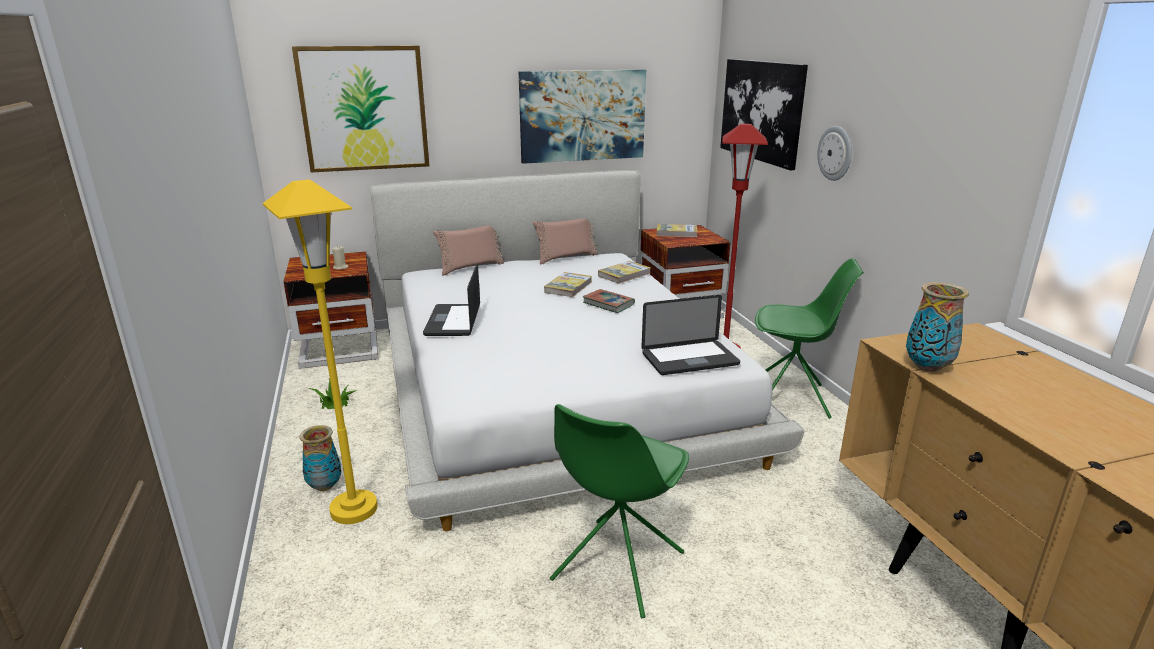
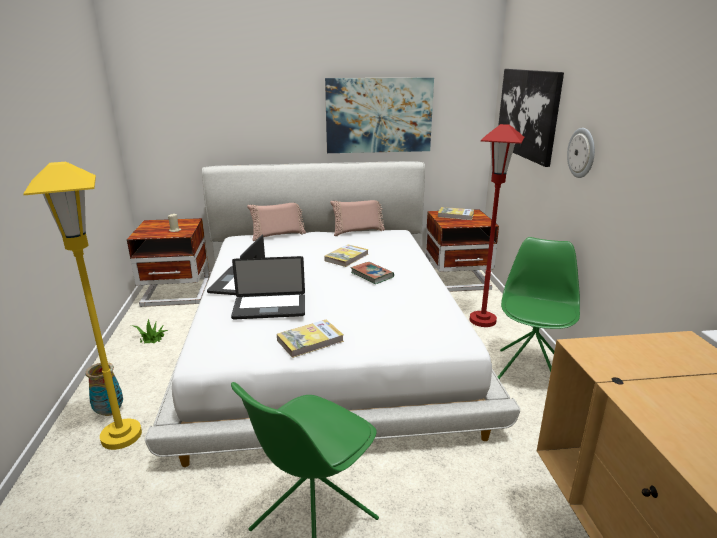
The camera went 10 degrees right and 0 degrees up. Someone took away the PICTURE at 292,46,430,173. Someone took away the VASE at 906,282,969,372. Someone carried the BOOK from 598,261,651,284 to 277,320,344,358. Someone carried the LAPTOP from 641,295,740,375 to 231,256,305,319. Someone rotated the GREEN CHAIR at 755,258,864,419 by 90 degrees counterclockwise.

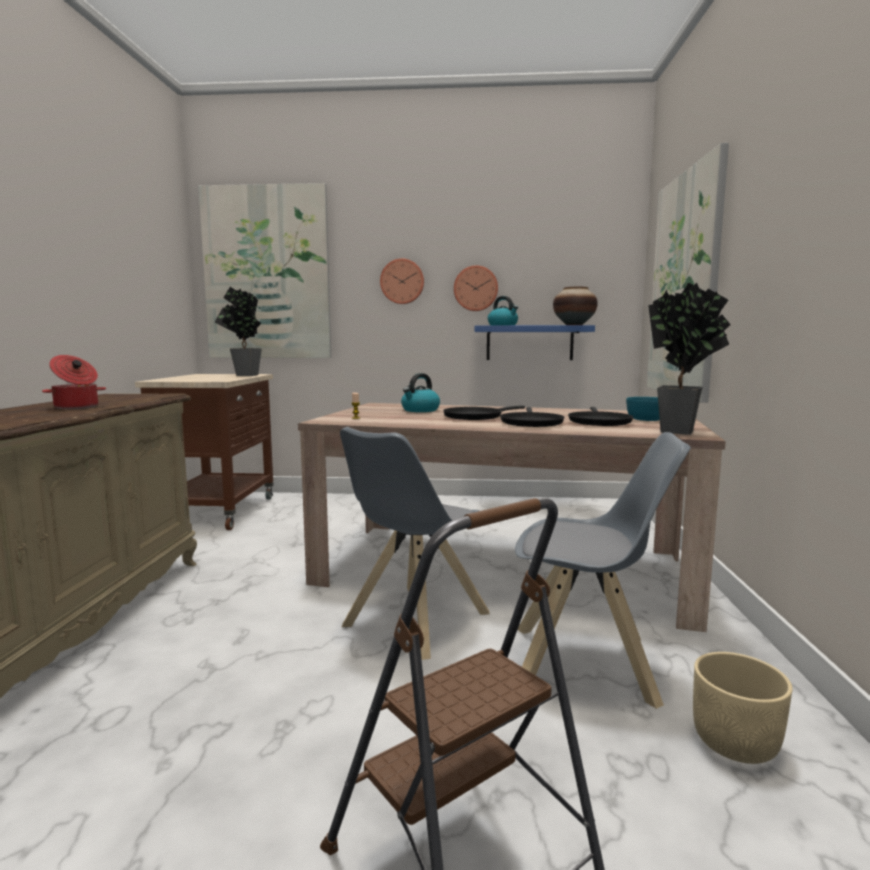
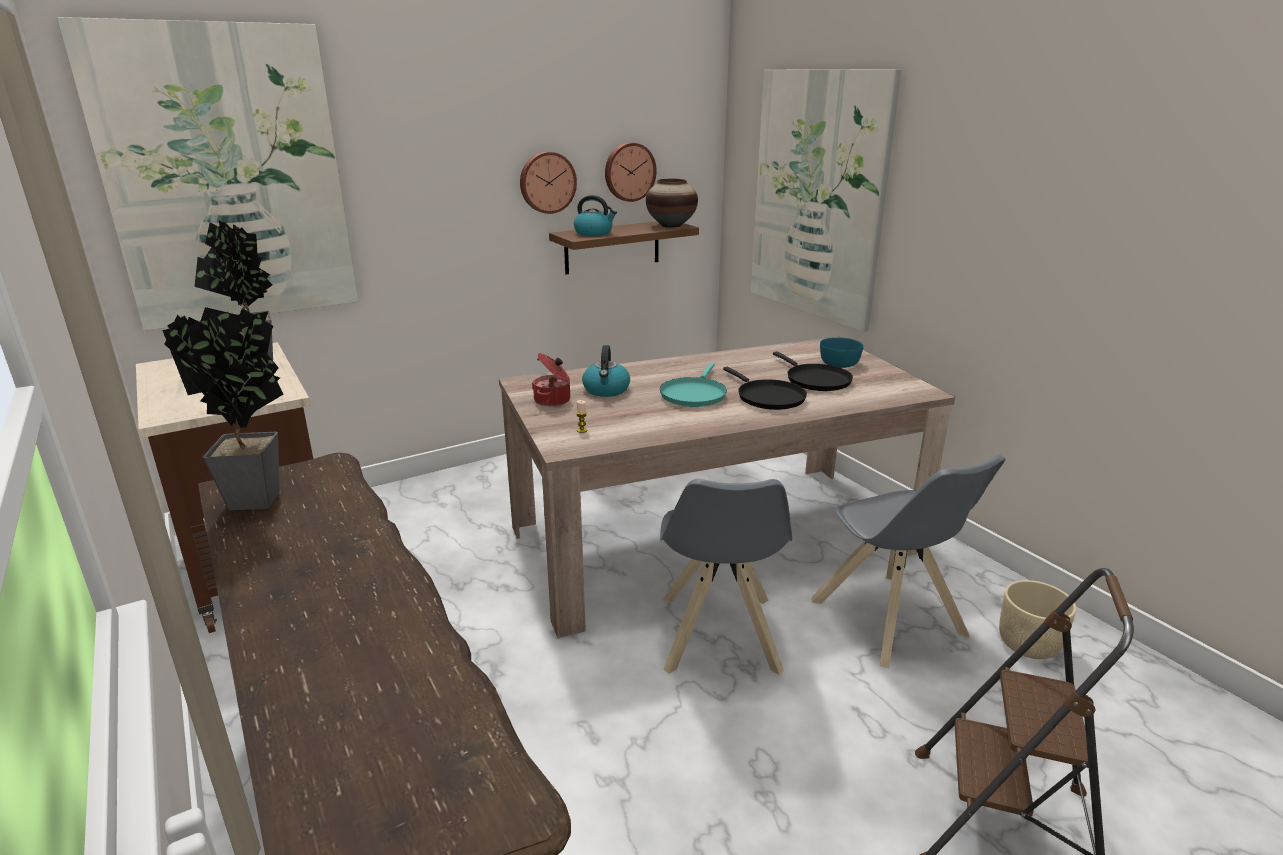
The camera went 35 degrees left and 15 degrees up. Someone carried the COOKING POT from 42,355,106,409 to 532,353,570,406. Someone carried the WALL CLOCK from 380,259,424,304 to 605,143,657,202. Someone carried the POTTED PLANT from 648,282,731,435 to 162,307,284,511. Someone repainted the BLACK FRYING PAN at 443,405,525,420, which became the TURQUOISE FRYING PAN at 660,363,727,407. Someone repainted the BLUE SHELF at 475,325,595,360, which became the BROWN SHELF at 549,221,699,274. Someone rotated the GREY CHAIR at 515,432,691,709 by 90 degrees clockwise.

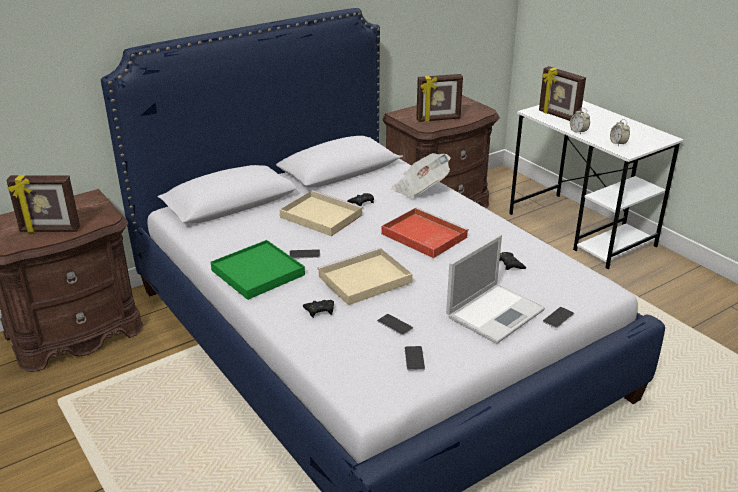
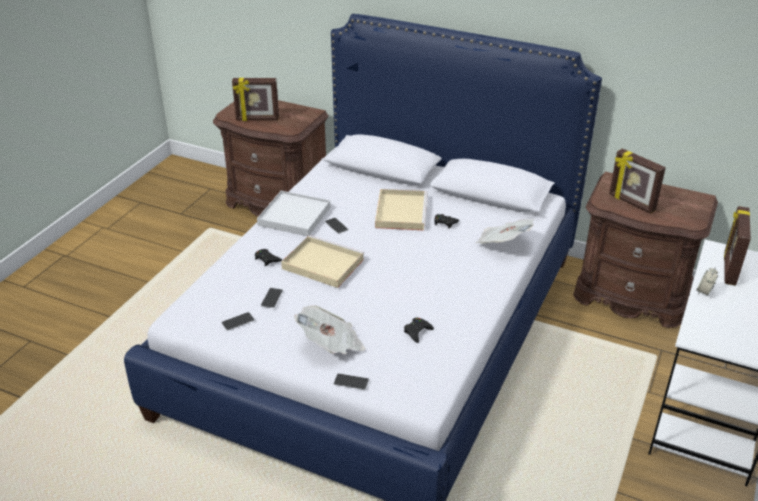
The camera went 60 degrees right and 5 degrees up. Someone took away the RED TRAY at 381,207,469,258. Someone took away the ALARM CLOCK at 610,119,630,147. Someone swapped the LAPTOP at 446,234,545,344 for the NEWSPAPER at 294,306,366,354. Someone repainted the GREEN TRAY at 211,240,305,300, which became the WHITE TRAY at 257,191,331,236. Someone rotated the PICTURE FRAME at 6,175,80,233 by 60 degrees counterclockwise.

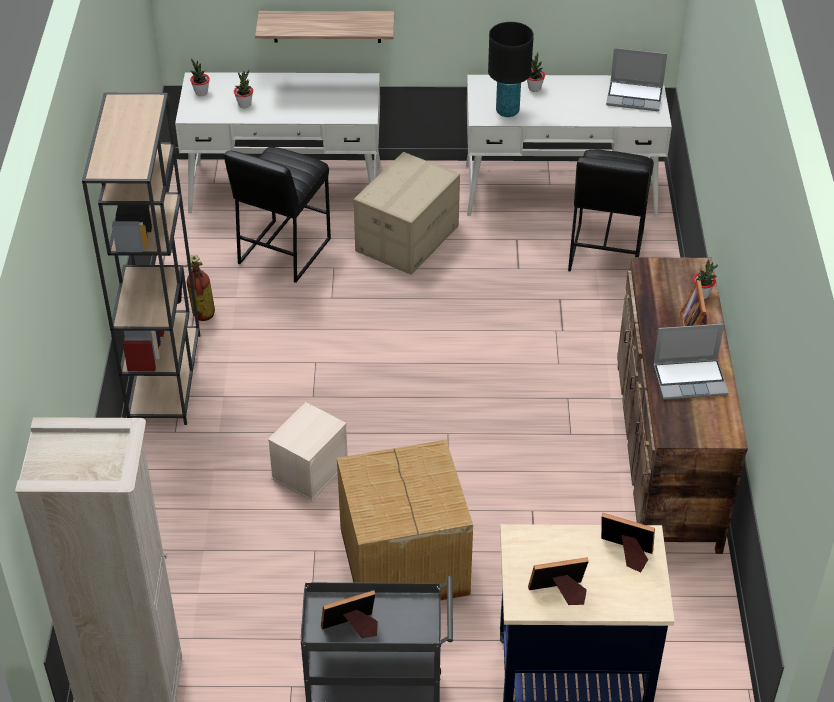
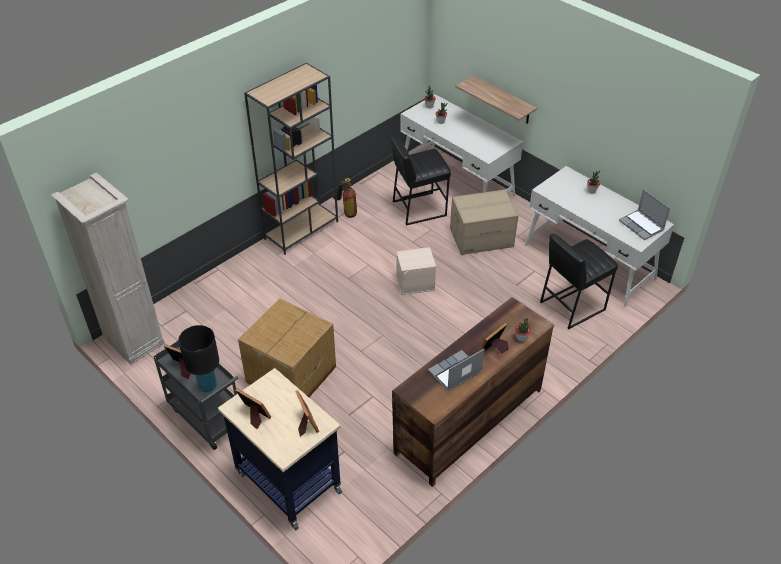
The camera went 45 degrees right and 0 degrees up. Someone carried the BEIGE STORAGE BOX from 268,402,348,501 to 396,247,436,295. Someone carried the BLACK TABLE LAMP from 488,22,534,117 to 178,325,219,392. Someone rotated the LAPTOP at 653,324,729,400 by 105 degrees clockwise.

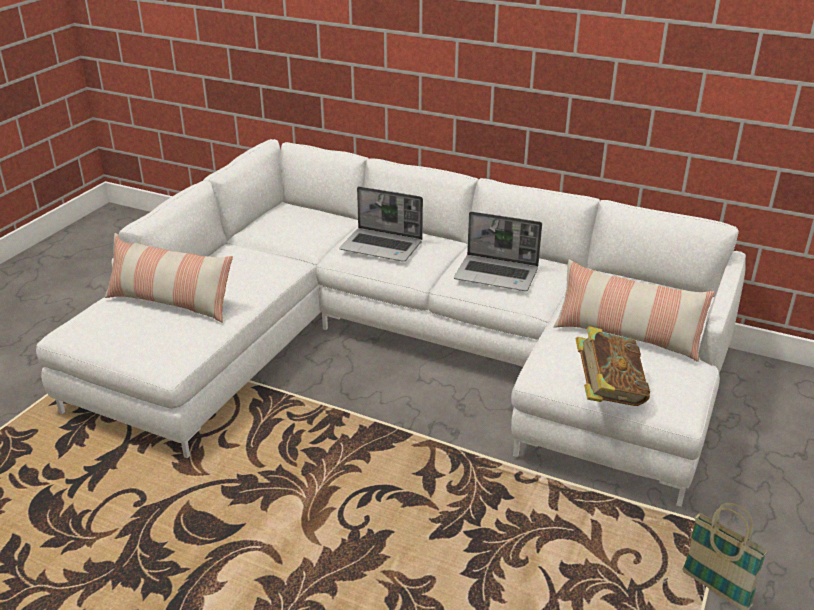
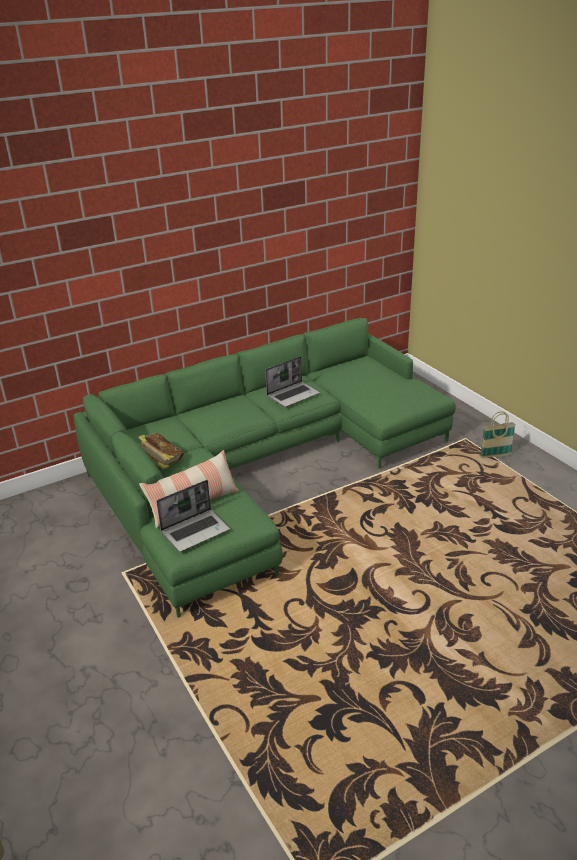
The camera went 55 degrees left and 0 degrees up. Someone took away the PILLOW at 553,260,715,362. Someone carried the LAPTOP from 339,186,423,262 to 156,480,230,552. Someone carried the BOOK from 576,326,650,406 to 138,432,184,469. Someone repainted the WHITE SOFA at 36,139,746,507, which became the GREEN SOFA at 73,318,456,618.

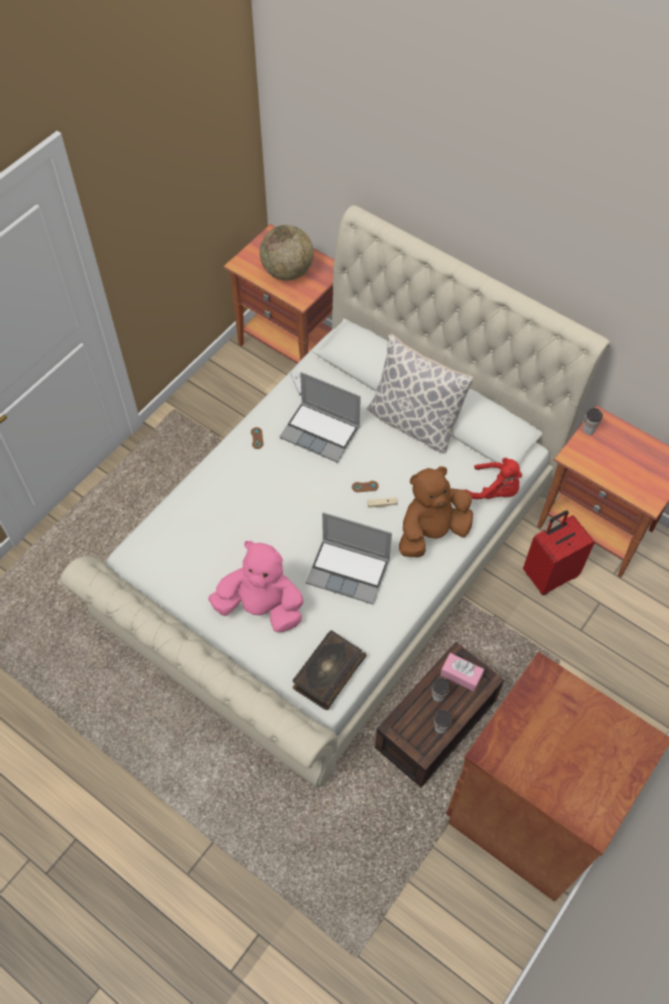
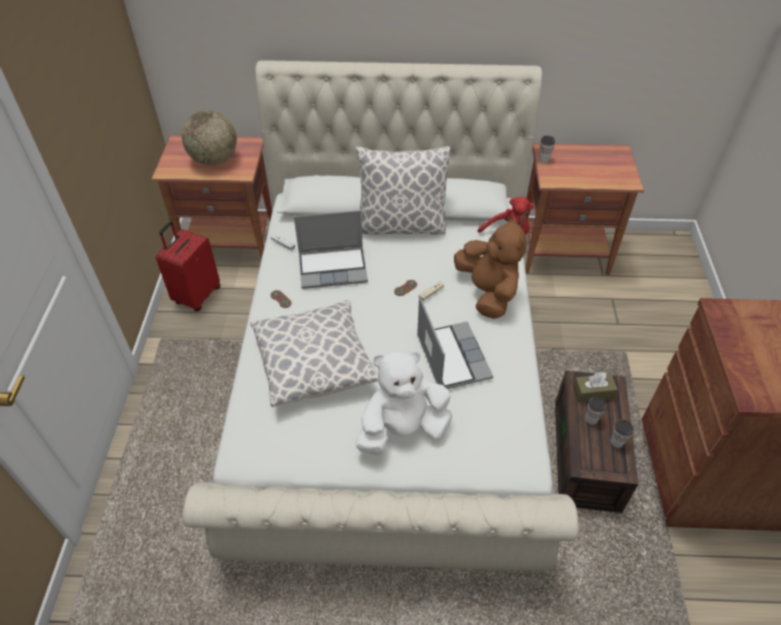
The camera went 35 degrees left and 10 degrees down. Someone took away the BOOK at 292,630,366,710. Someone put down the PILLOW at 250,299,378,407. Someone carried the RED SUITCASE from 523,510,595,595 to 156,221,220,311. Someone repainted the PINK PLUSH TOY at 208,541,304,632, which became the WHITE PLUSH TOY at 355,350,452,455. Someone repainted the PINK TISSUE BOX at 440,653,484,692, which became the BROWN TISSUE BOX at 573,372,618,402. Someone rotated the LAPTOP at 306,512,392,604 by 90 degrees counterclockwise. Someone rotated the BROWN PLUSH TOY at 399,466,473,557 by 135 degrees clockwise.

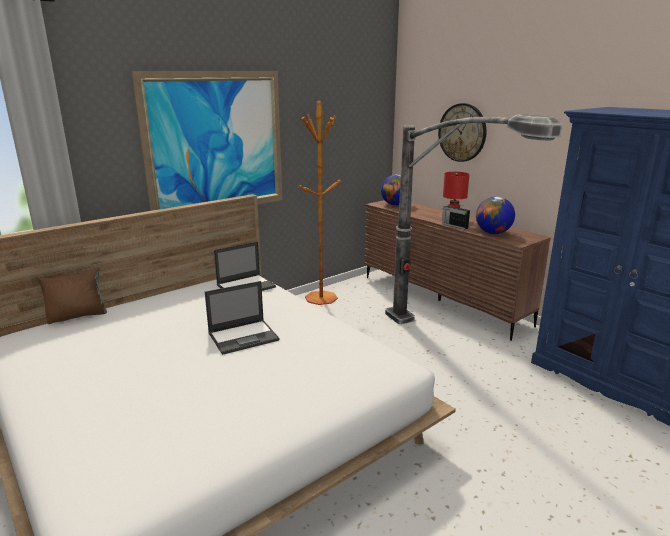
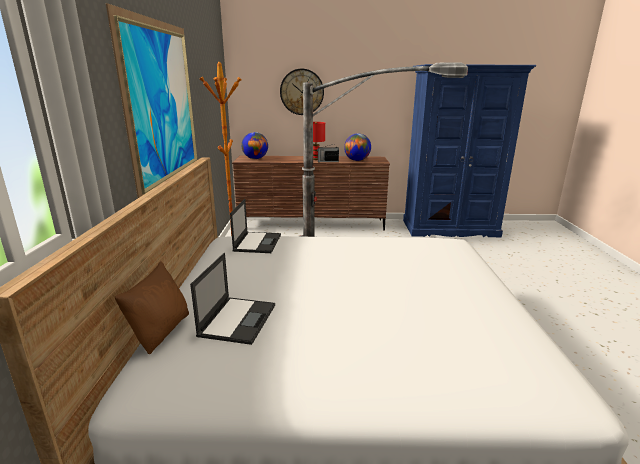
The camera went 50 degrees left and 0 degrees up. Someone carried the LAPTOP from 205,281,279,355 to 190,253,275,345.

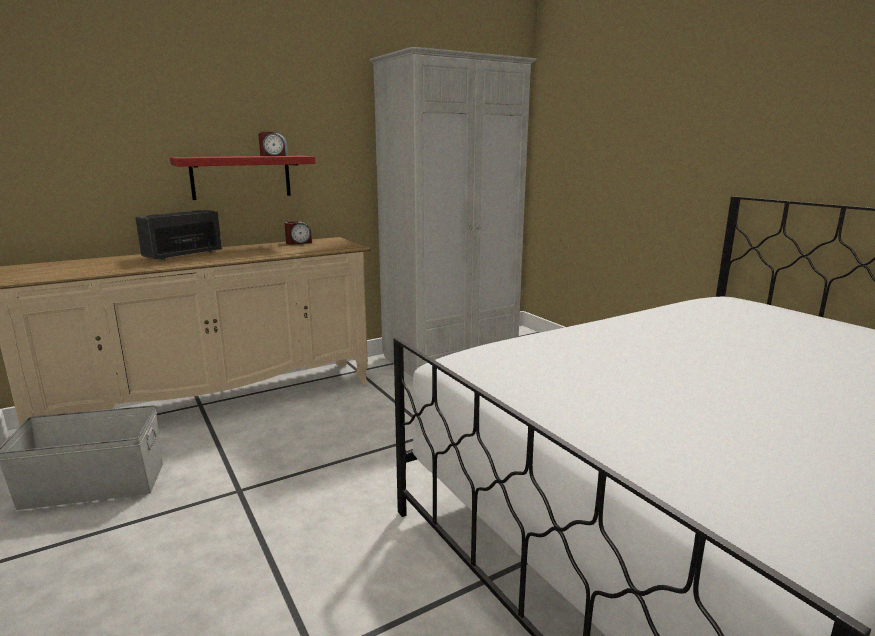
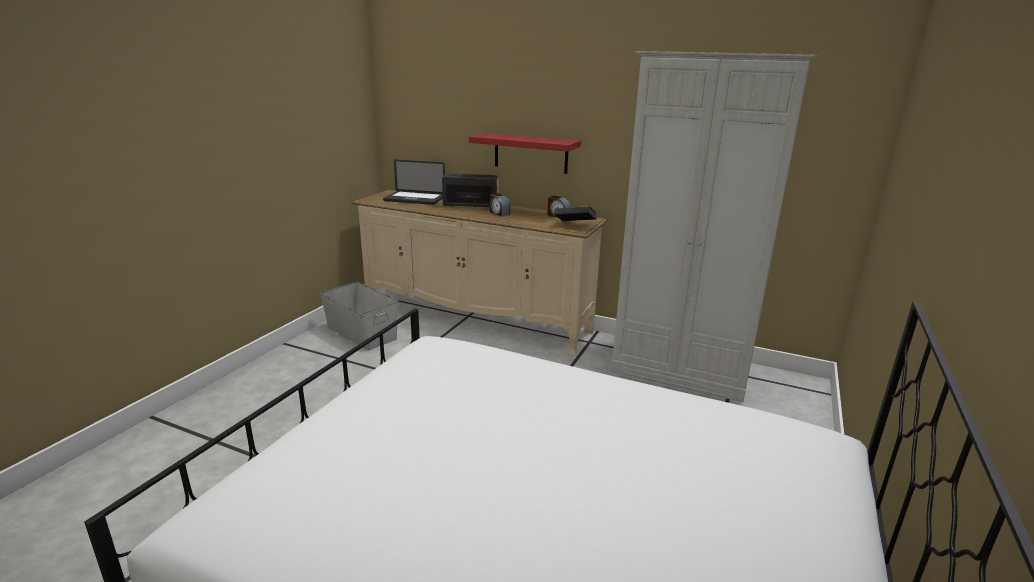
The camera went 55 degrees right and 5 degrees up. Someone put down the LAPTOP at 383,160,445,205. Someone put down the BOOK at 554,206,597,222. Someone carried the ALARM CLOCK from 258,132,288,156 to 490,193,510,216.

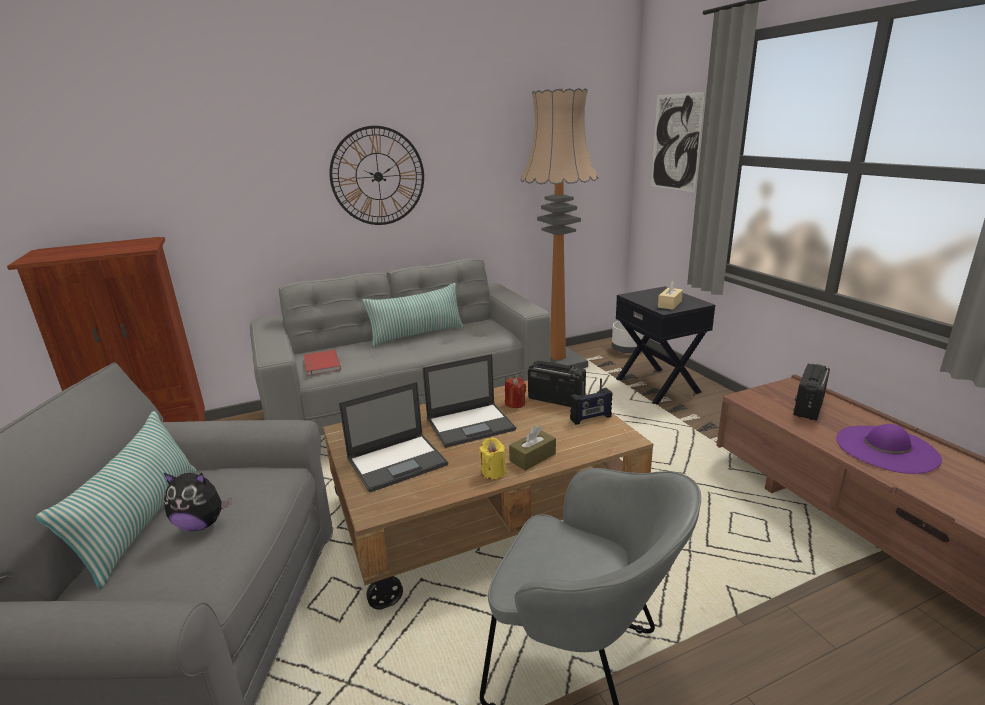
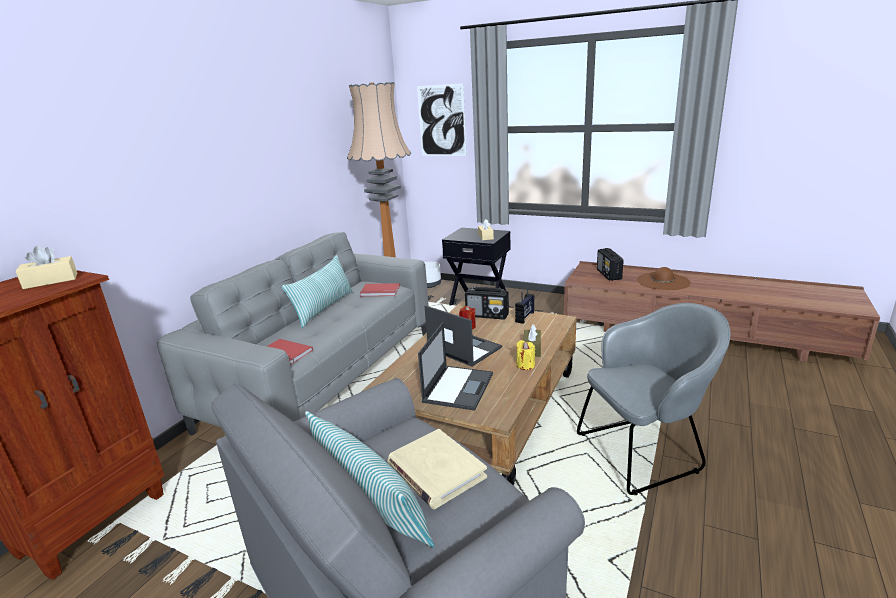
The camera went 40 degrees left and 0 degrees up. Someone took away the WALL CLOCK at 329,126,424,225. Someone put down the BEIGE TISSUE BOX at 15,246,77,289. Someone put down the RED BOOK at 360,283,400,296. Someone swapped the PLUSH TOY at 164,473,232,531 for the BEIGE BOOK at 387,429,487,509. Someone repainted the PURPLE HAT at 836,424,942,474, which became the BROWN HAT at 637,267,690,290. Someone rotated the LAPTOP at 423,354,516,448 by 75 degrees counterclockwise. Someone rotated the RADIO at 528,361,586,407 by 150 degrees counterclockwise.

